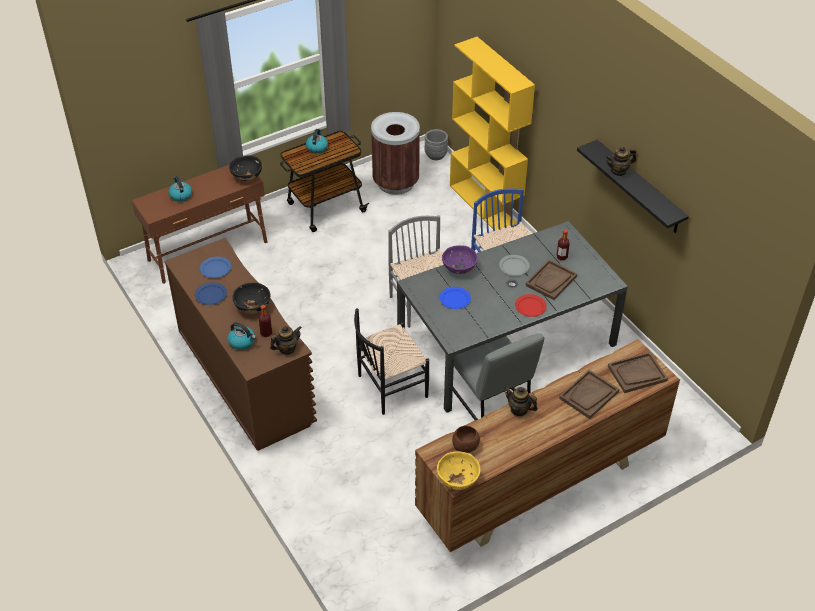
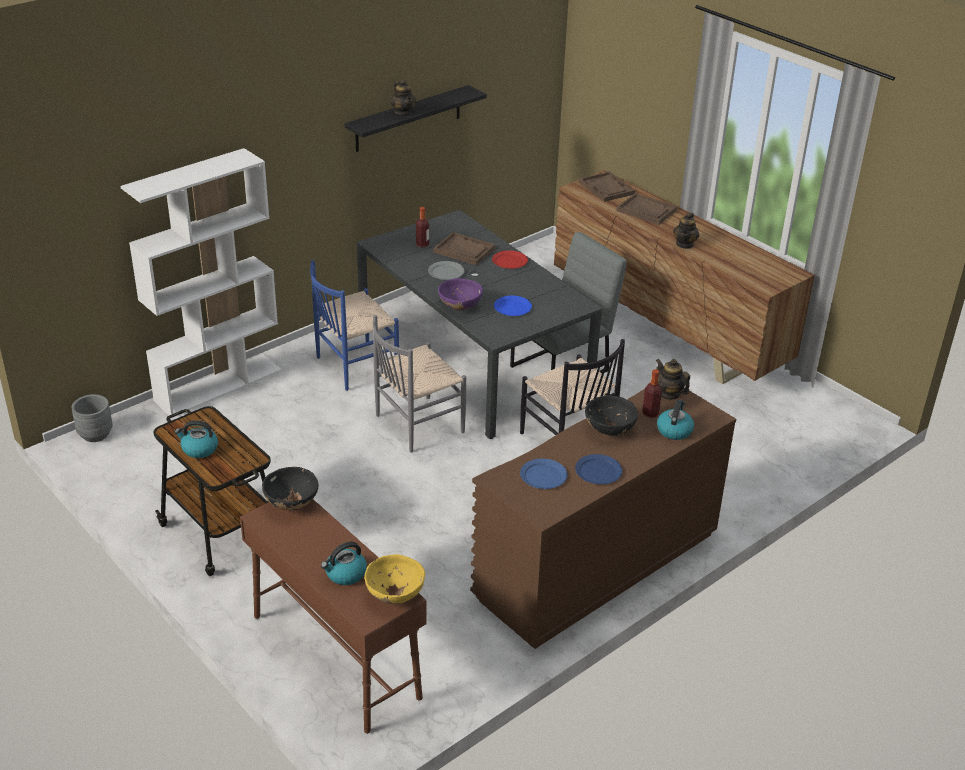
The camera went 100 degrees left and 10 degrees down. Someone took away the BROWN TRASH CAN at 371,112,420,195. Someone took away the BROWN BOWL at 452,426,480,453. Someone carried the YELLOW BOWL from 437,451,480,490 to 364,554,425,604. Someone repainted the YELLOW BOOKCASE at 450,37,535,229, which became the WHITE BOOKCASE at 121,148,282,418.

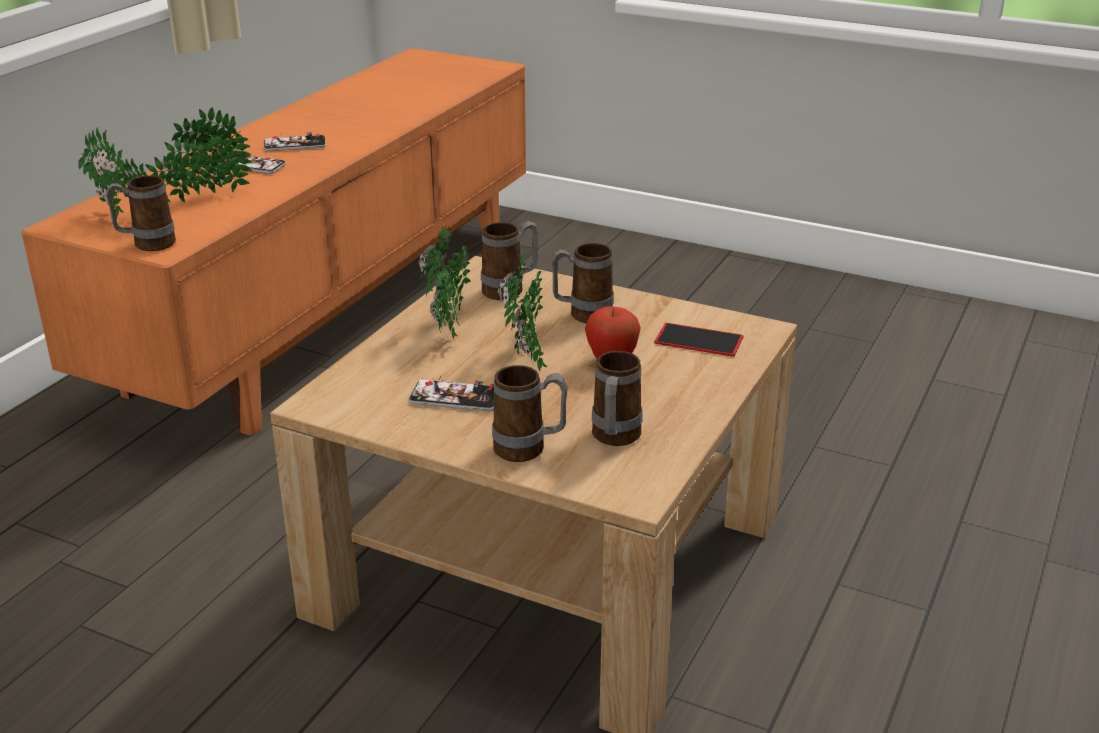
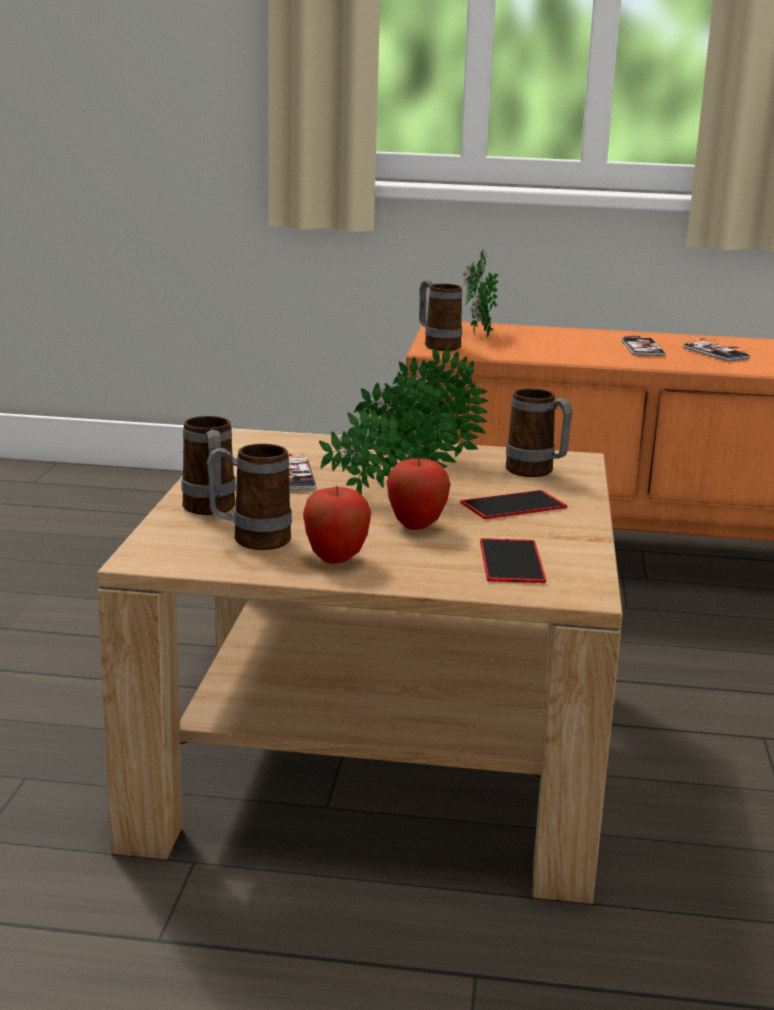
The camera went 70 degrees right and 10 degrees down. Someone took away the POTTED PLANT at 145,107,252,202. Someone put down the APPLE at 303,486,371,564. Someone swapped the MUG at 552,243,614,323 for the PHONE at 461,490,567,519.

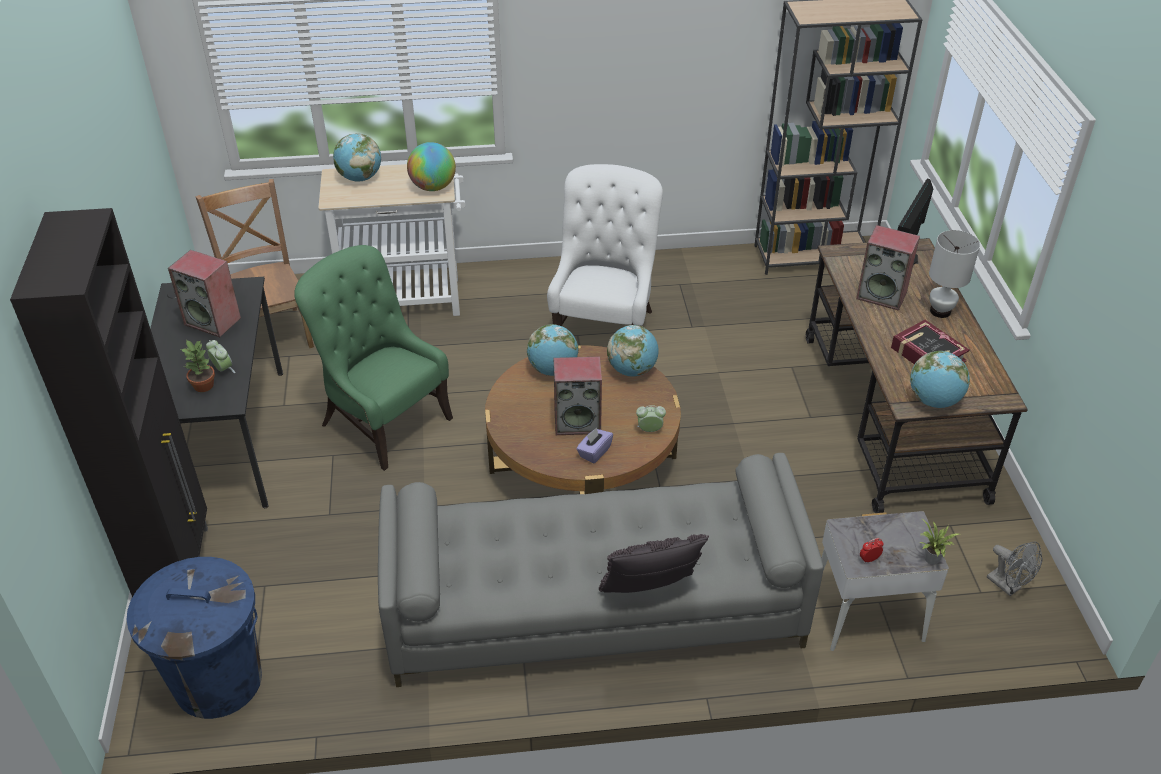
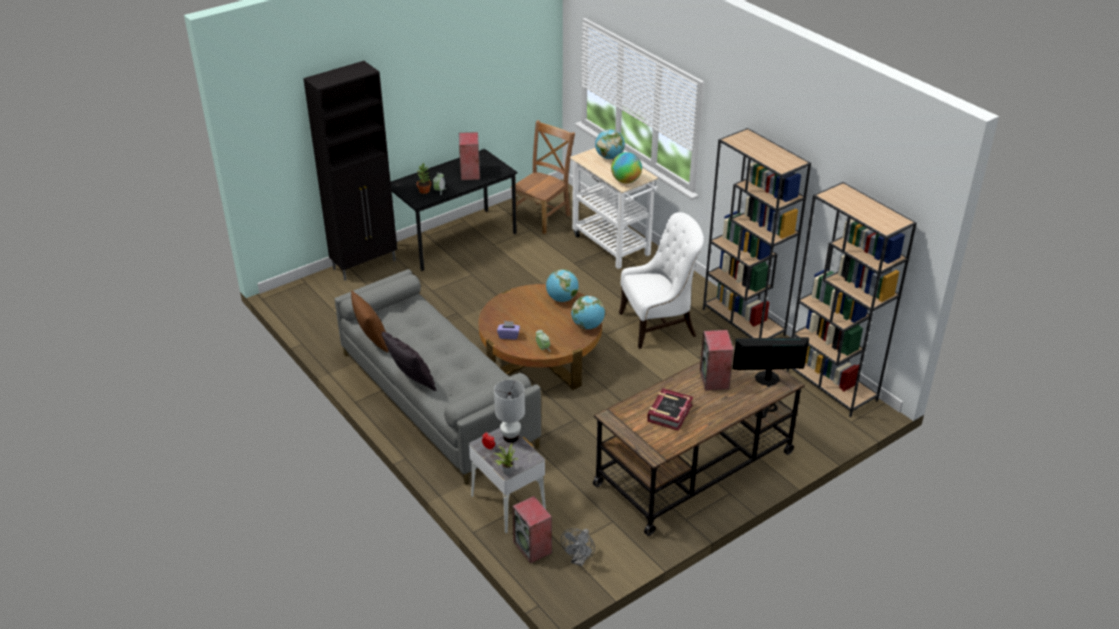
The camera went 60 degrees right and 5 degrees down. Someone took away the BLUE TRASH CAN at 127,557,262,719. Someone took away the GREEN CHAIR at 294,245,453,471. Someone took away the GLOBE at 910,351,970,408. Someone put down the BROWN PILLOW at 351,291,388,353. Someone put down the BOOKCASE at 703,128,811,338. Someone carried the SPEAKER from 554,357,602,435 to 512,496,552,564. Someone carried the WHITE TABLE LAMP from 929,230,980,318 to 494,380,525,443.

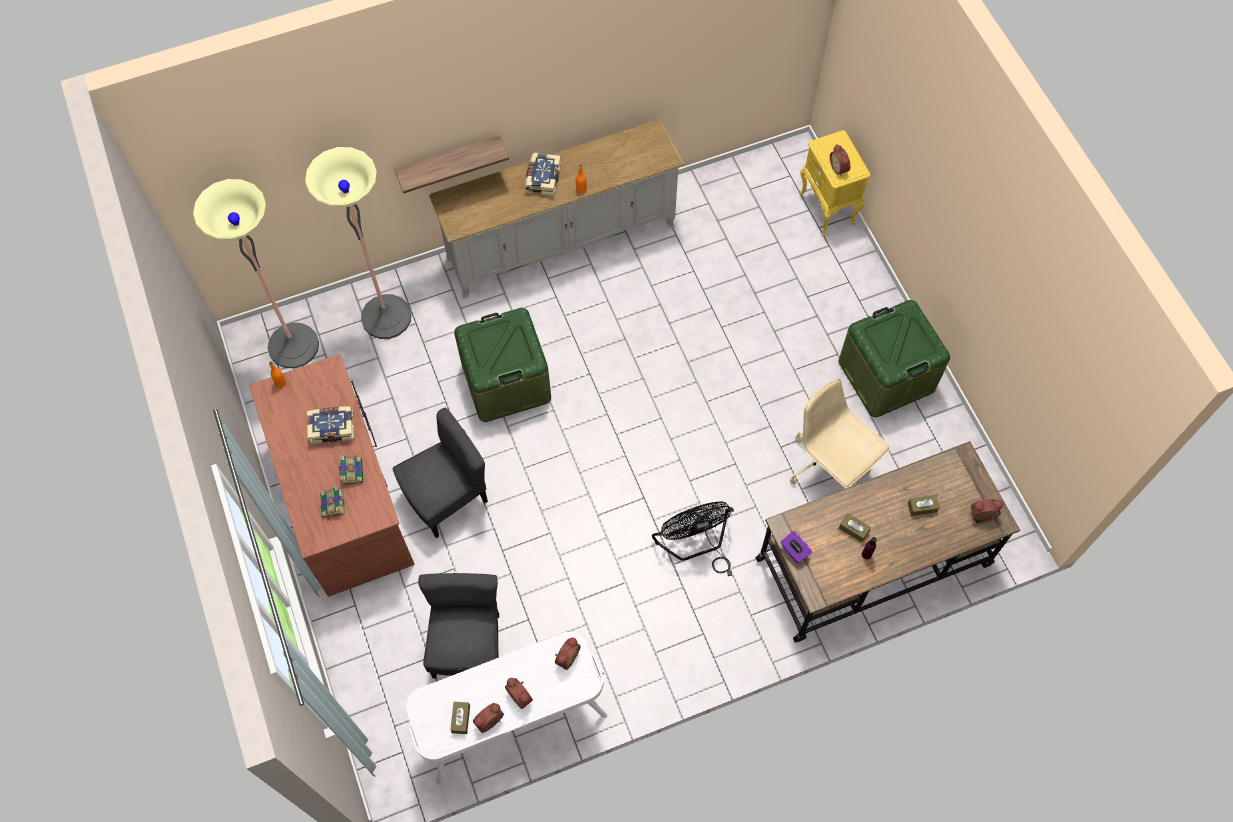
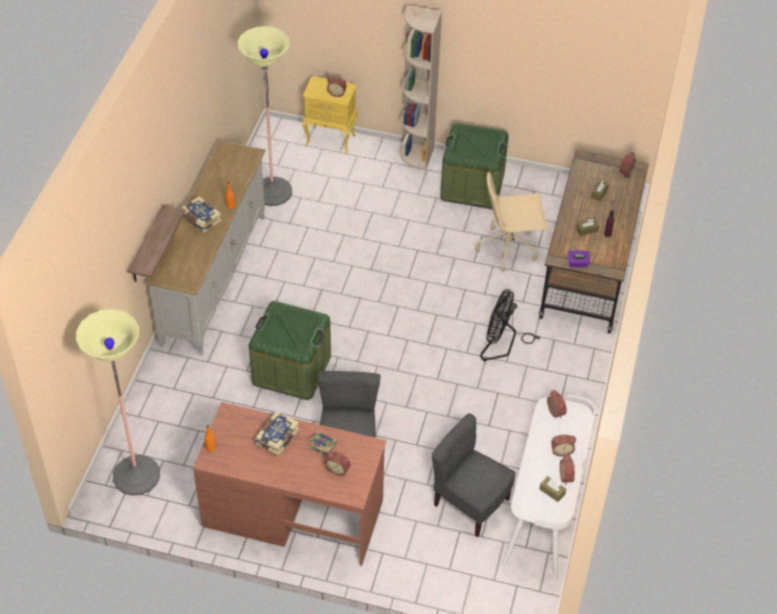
The camera went 55 degrees left and 15 degrees down. Someone put down the BEIGE BOOKCASE at 400,5,442,170. Someone carried the FLOOR LAMP from 305,147,412,339 to 237,26,292,206. Someone swapped the BOOK at 320,486,345,521 for the ALARM CLOCK at 325,451,350,476.

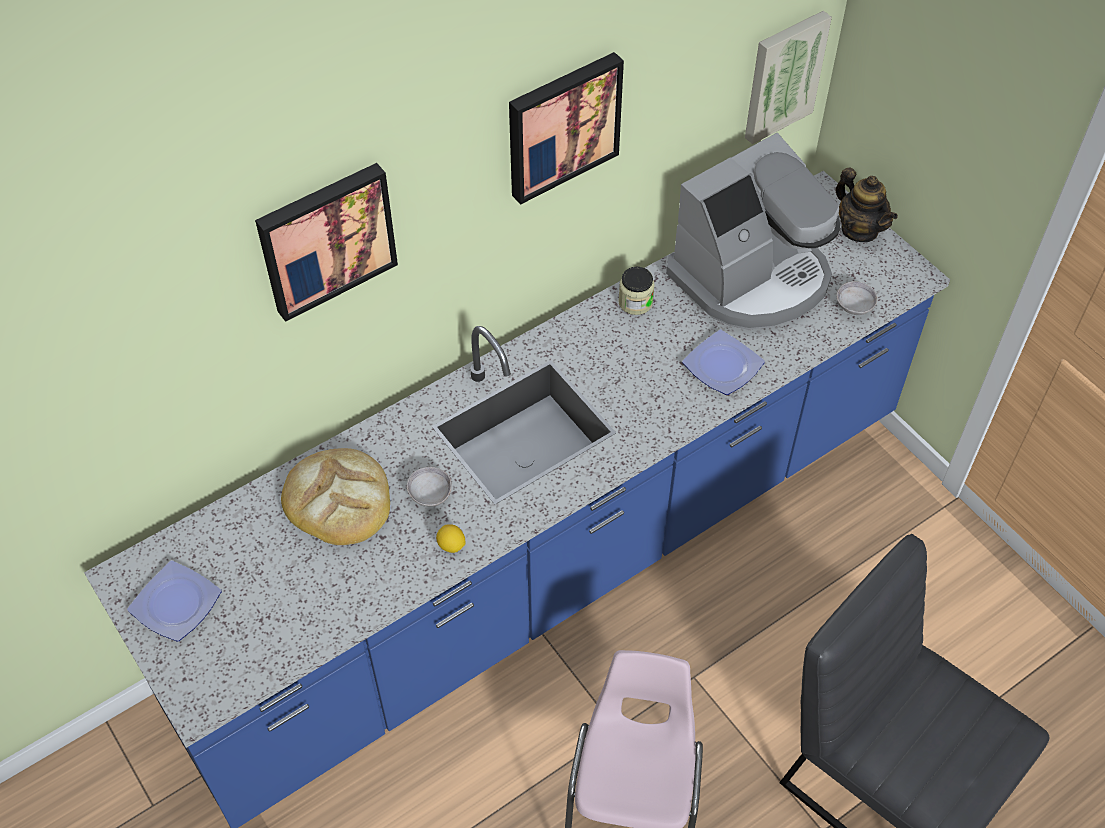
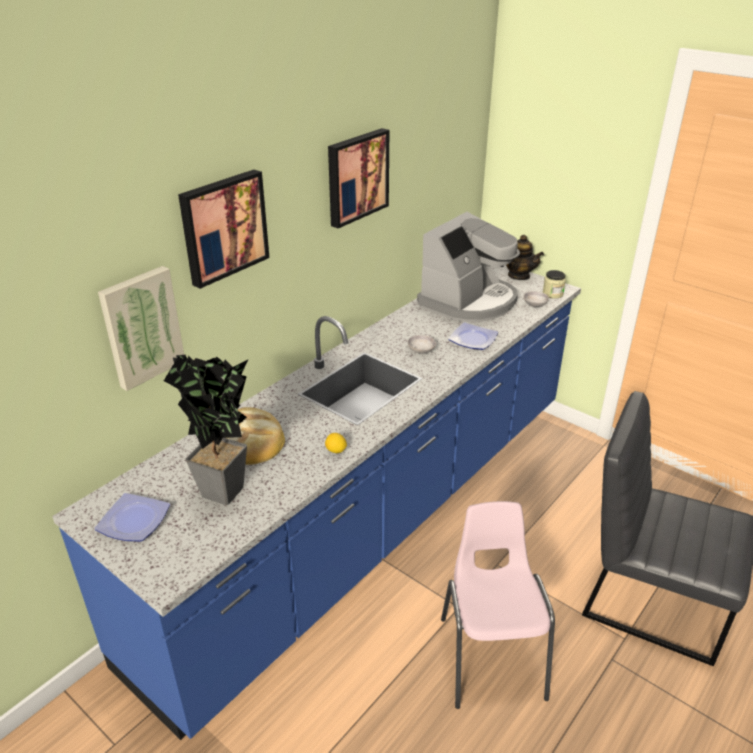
The camera went 15 degrees left and 20 degrees down. Someone put down the POTTED PLANT at 164,355,248,505. Someone carried the GREY BOWL from 407,467,452,507 to 408,335,436,354. Someone carried the JAR from 618,267,655,315 to 542,270,566,299. Someone carried the PICTURE from 745,11,832,144 to 98,266,184,391.

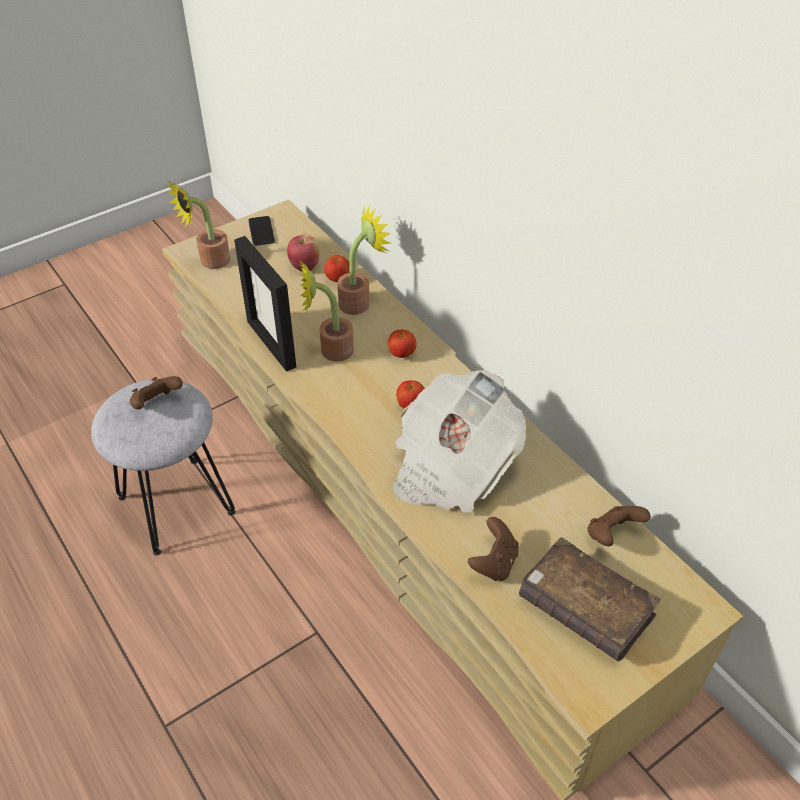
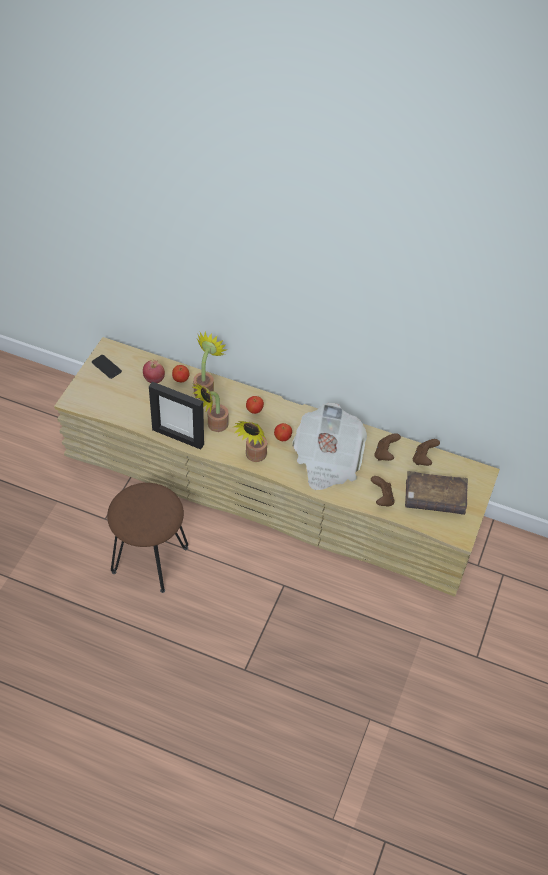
The camera went 35 degrees left and 5 degrees up. Someone carried the BROWN GAME CONTROLLER from 130,376,183,409 to 374,433,401,461. Someone carried the POTTED PLANT from 166,181,230,269 to 234,421,267,462. Someone repainted the GREY STOOL at 91,379,235,556, which became the BROWN STOOL at 107,483,188,593.

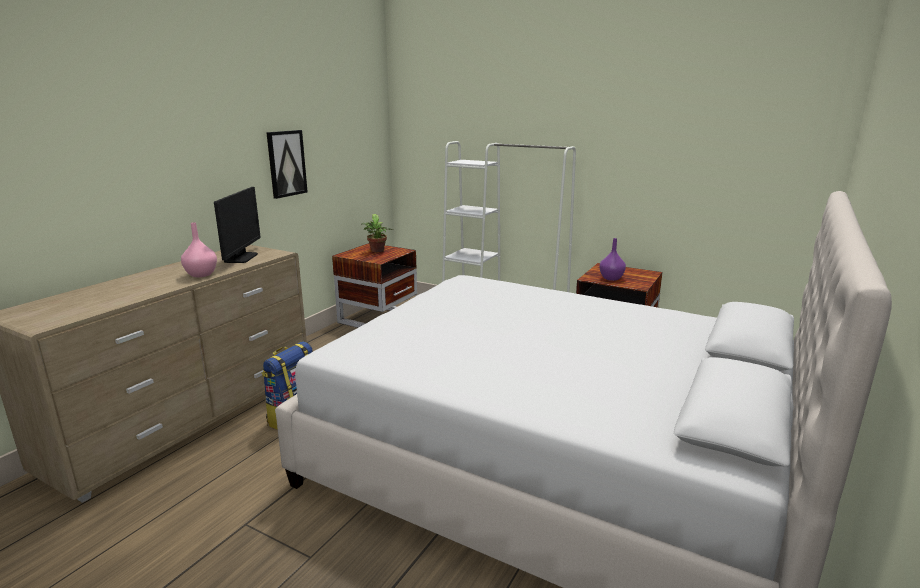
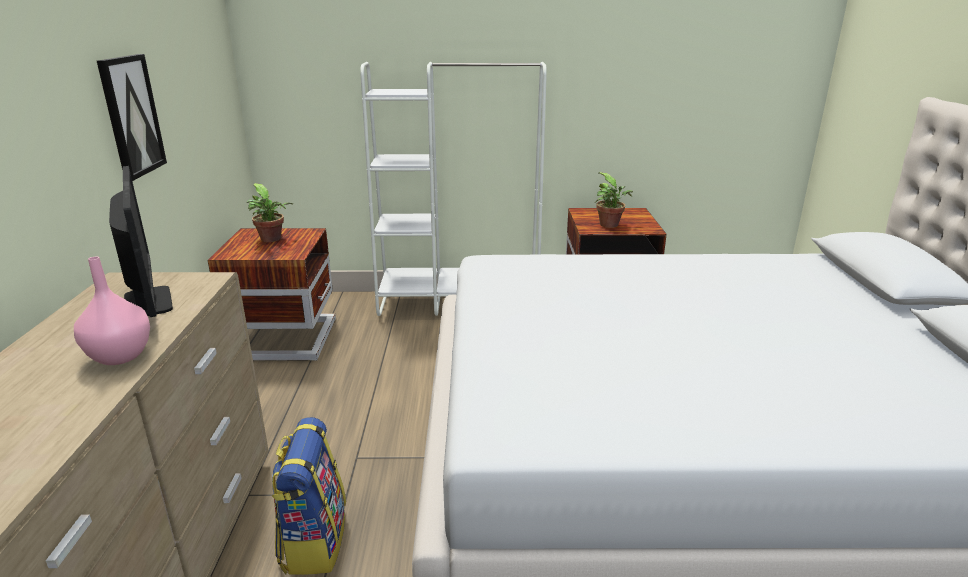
The camera went 30 degrees left and 5 degrees up. Someone swapped the PURPLE VASE at 599,238,626,281 for the POTTED PLANT at 595,172,633,228.

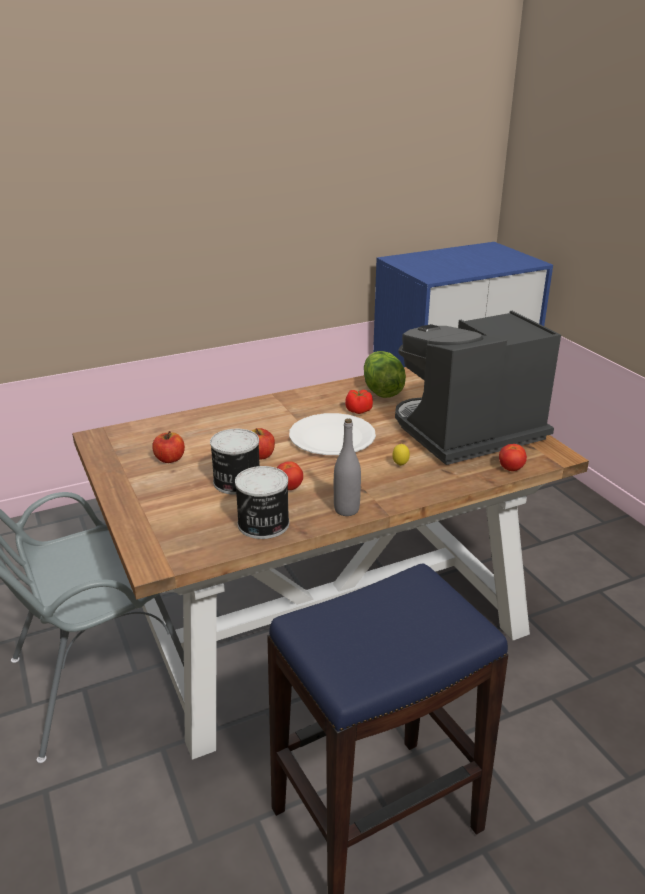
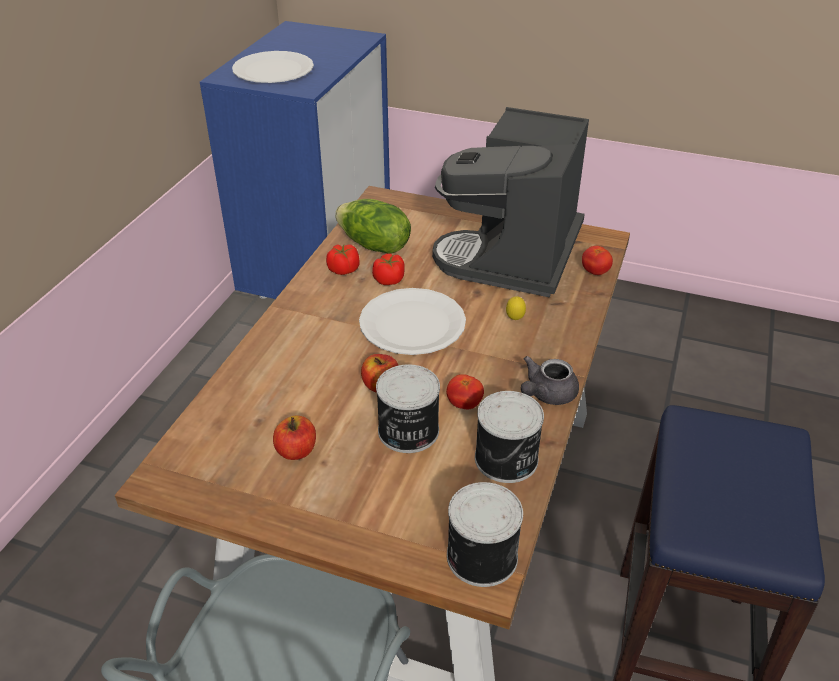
The camera went 45 degrees left and 10 degrees up. Someone put down the WHITE PLATE at 232,51,314,83. Someone put down the TOMATO at 326,244,359,275. Someone put down the CAN at 447,482,523,587. Someone swapped the GREY BOTTLE at 334,419,361,516 for the GREY TEAPOT at 521,356,579,405.

